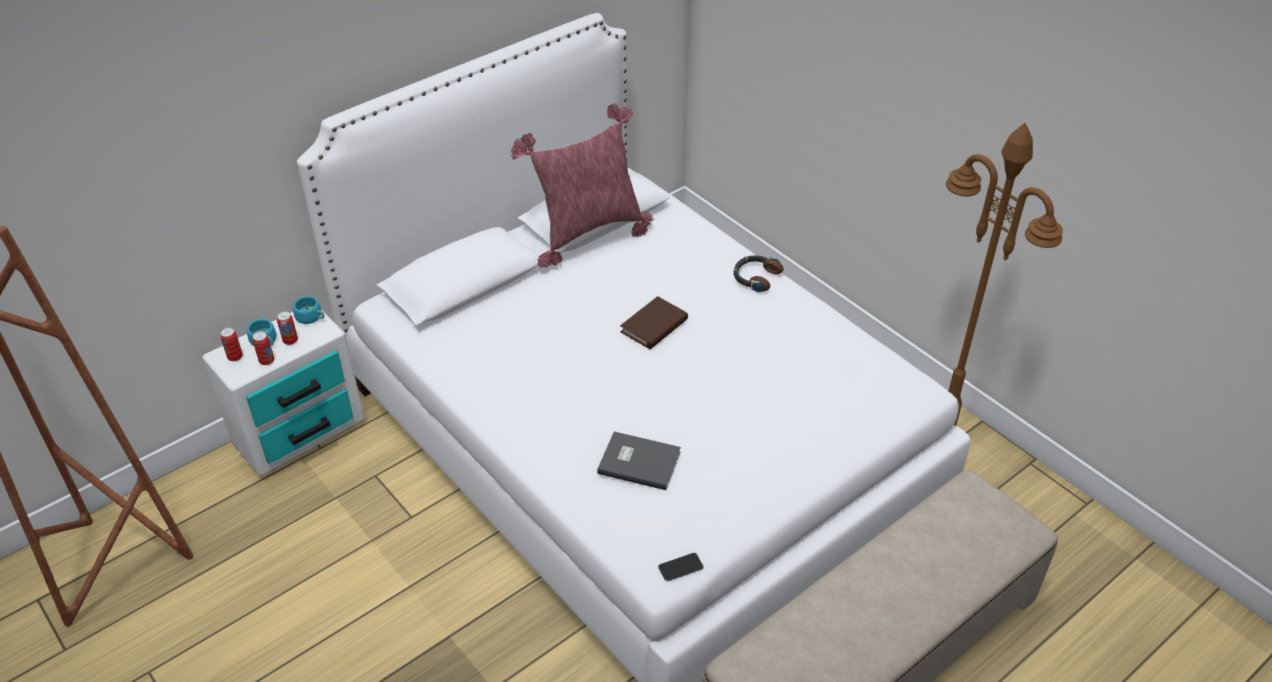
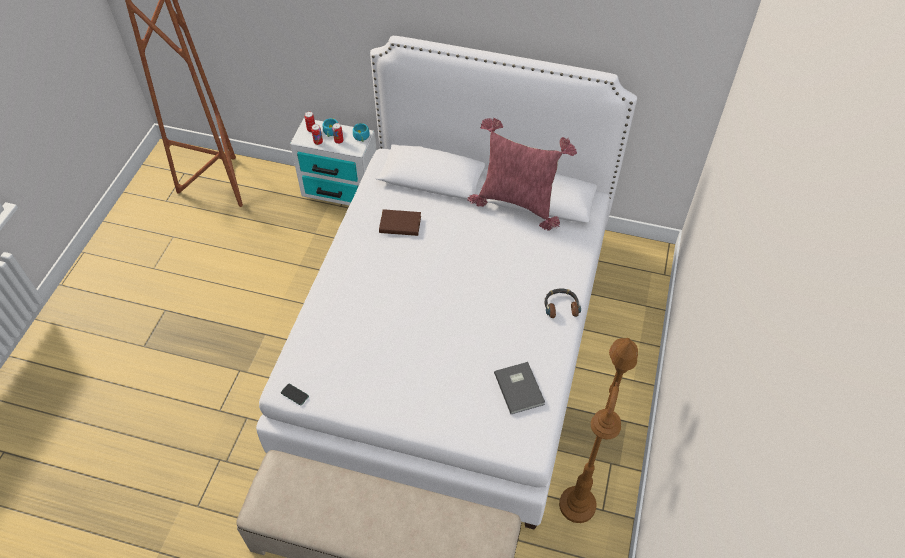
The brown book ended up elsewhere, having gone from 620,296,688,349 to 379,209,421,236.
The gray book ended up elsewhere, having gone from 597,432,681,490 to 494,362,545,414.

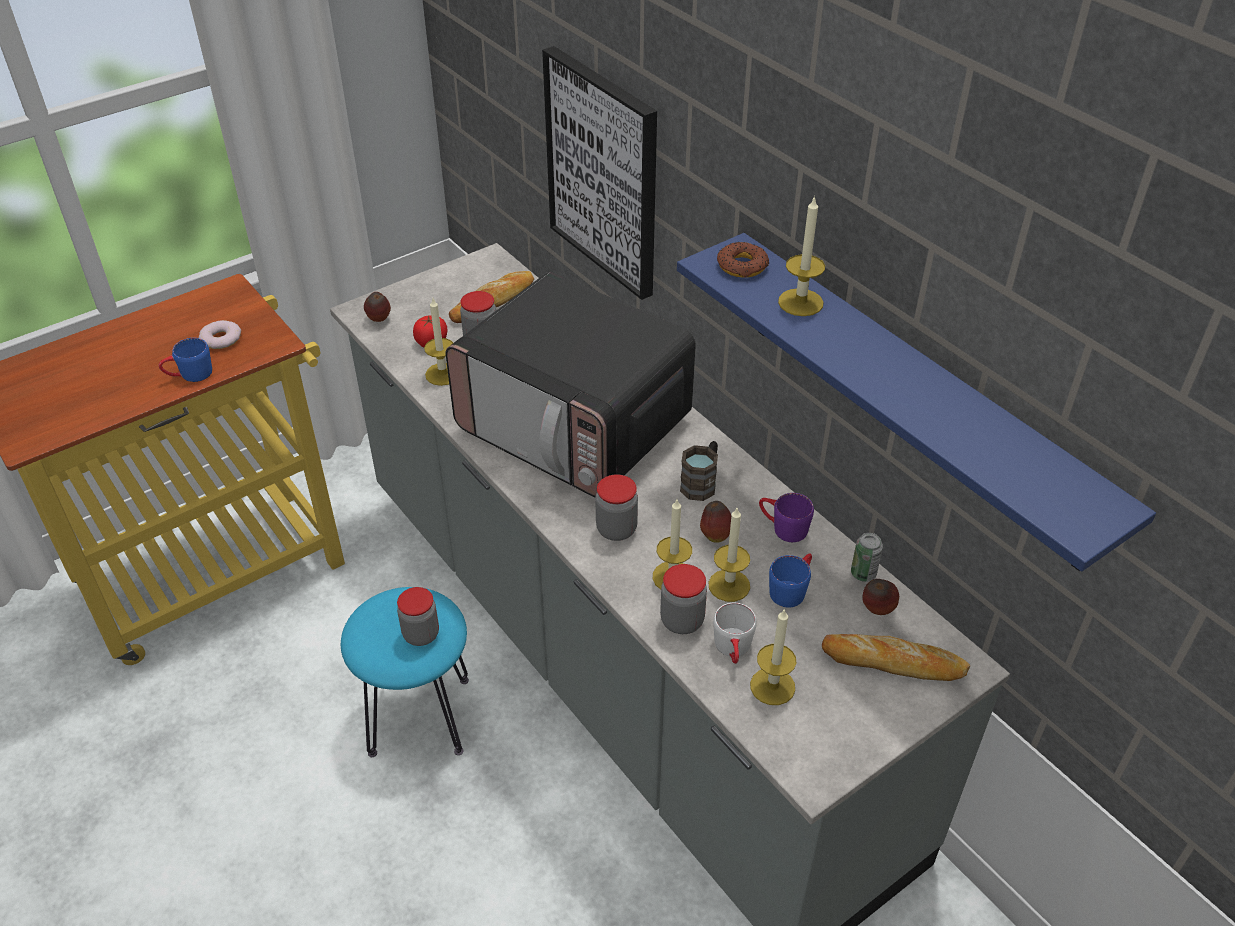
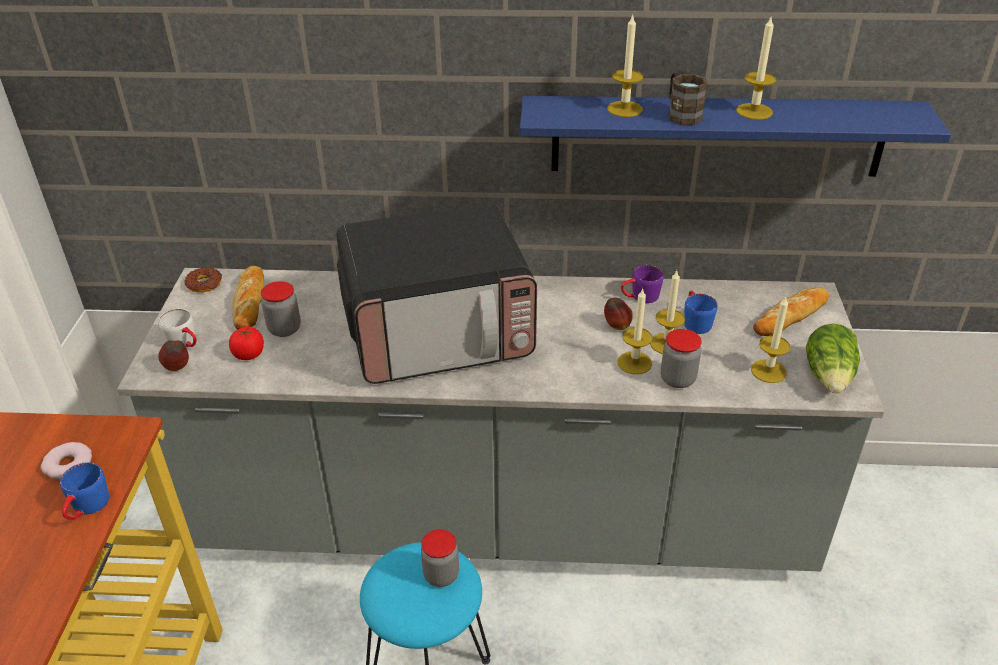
The second view lost the wall picture at 542,46,657,300.
The ring doughnut ended up elsewhere, having gone from 717,242,769,278 to 184,268,222,292.
The candle ended up elsewhere, having gone from 424,299,453,386 to 736,15,776,120.
The brown tea mug ended up elsewhere, having gone from 680,441,718,501 to 669,73,707,125.
The second view lost the storage jar at 595,474,638,541.
The second view lost the sealed can at 851,533,883,582.
The second view lost the apple fruit at 862,579,899,615.
The white tea mug ended up elsewhere, having gone from 713,603,757,664 to 159,309,197,348.
The second view gained the head of lettuce at 806,323,860,394.

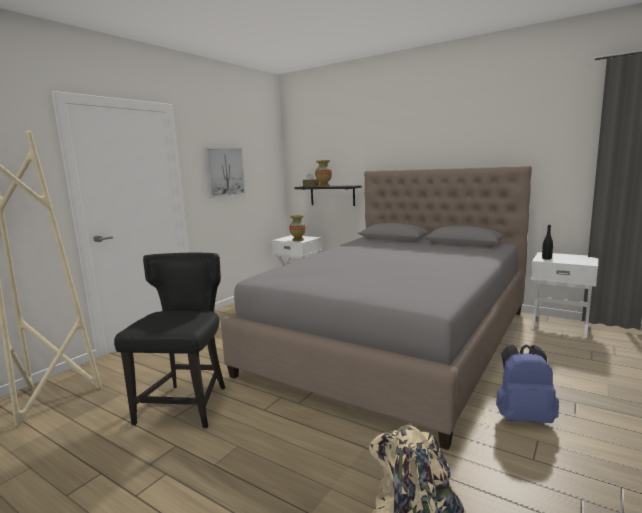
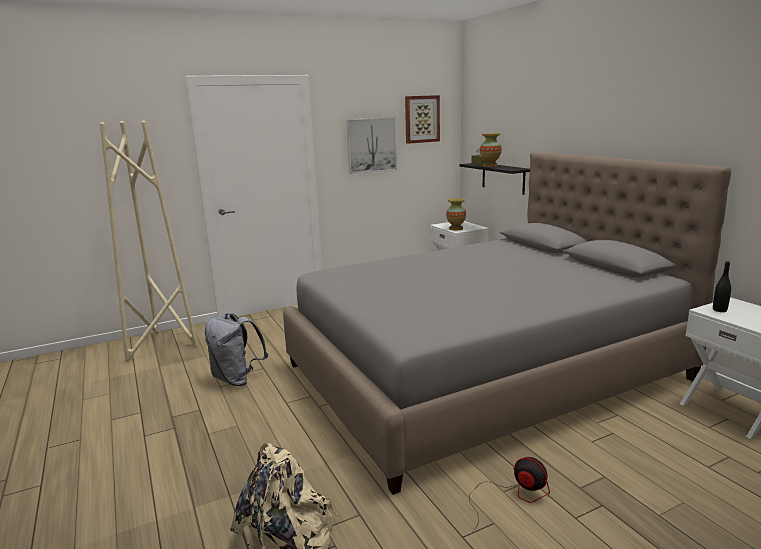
Where the black-coloured plain chair stood at 114,253,225,428, the gray rucksack came to stand at 205,313,268,386.
Where the blue-coloured rucksack stood at 496,345,559,423, the electric fan came to stand at 469,457,550,532.
The second view gained the wall picture at 405,95,440,144.

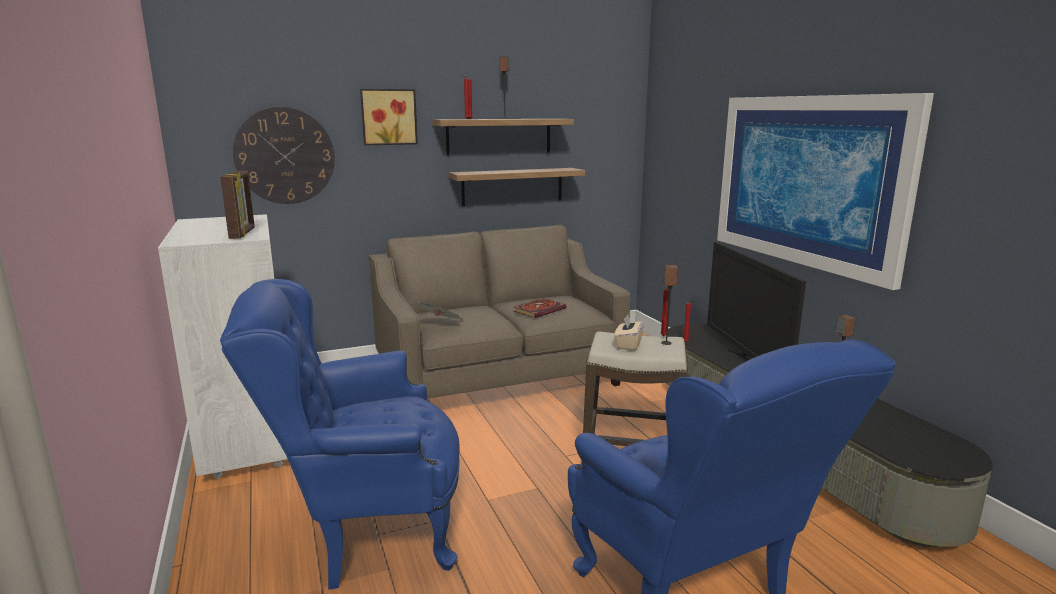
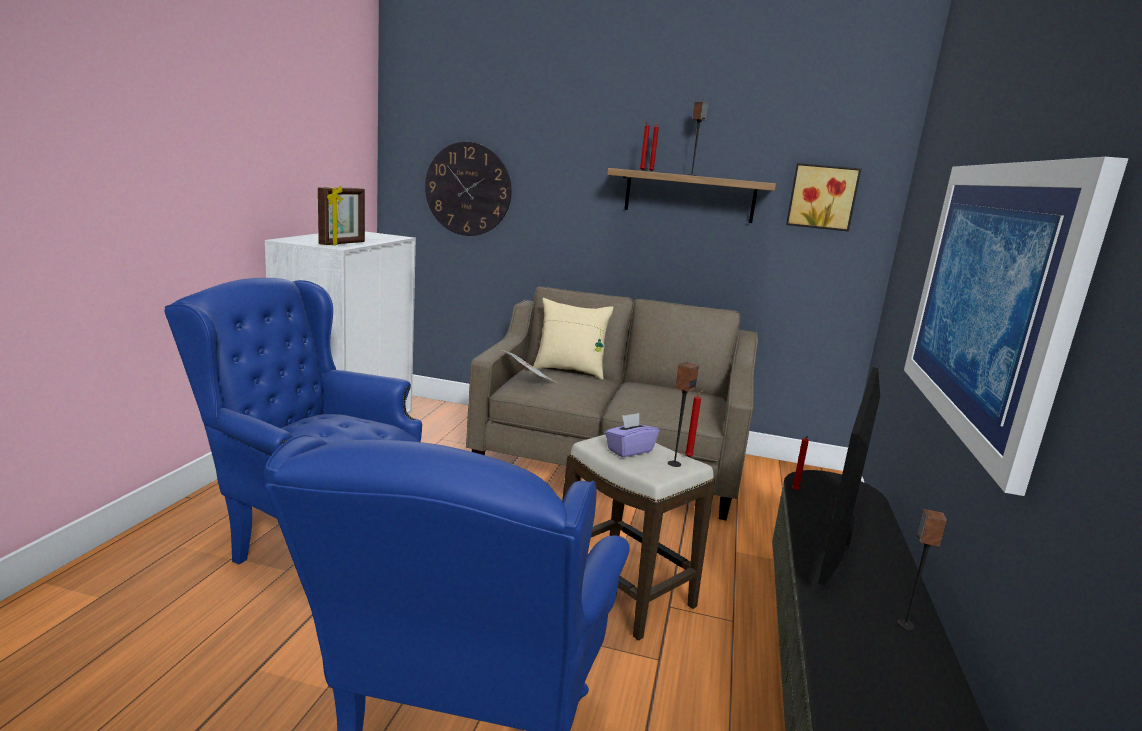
The wall picture ended up elsewhere, having gone from 360,89,418,145 to 786,163,861,232.
The second view lost the wall shelf at 449,168,585,206.
The second view lost the book at 513,298,567,318.
What was the beige-coloured tissue box at 614,315,644,351 turned into the purple tissue box at 605,413,659,458.
The second view gained the beige-coloured throw pillow at 533,298,614,380.

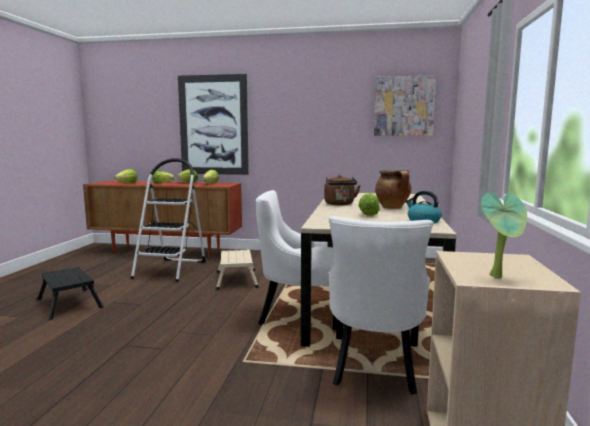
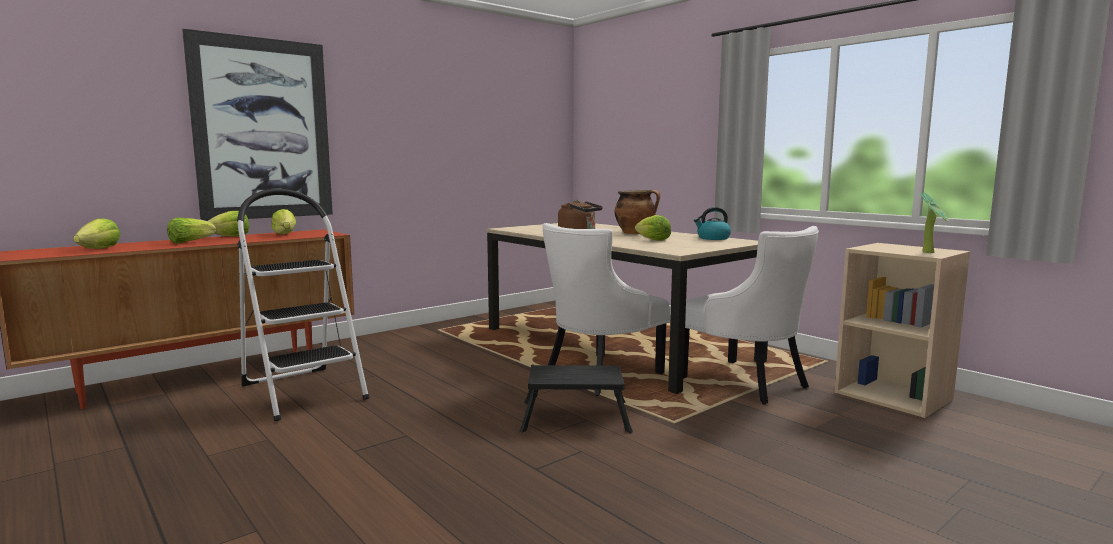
The second view lost the wall picture at 374,75,436,136.
The second view lost the beige-coloured stepladder at 215,250,259,291.
The black-coloured stepladder ended up elsewhere, having gone from 37,267,104,321 to 519,365,633,433.

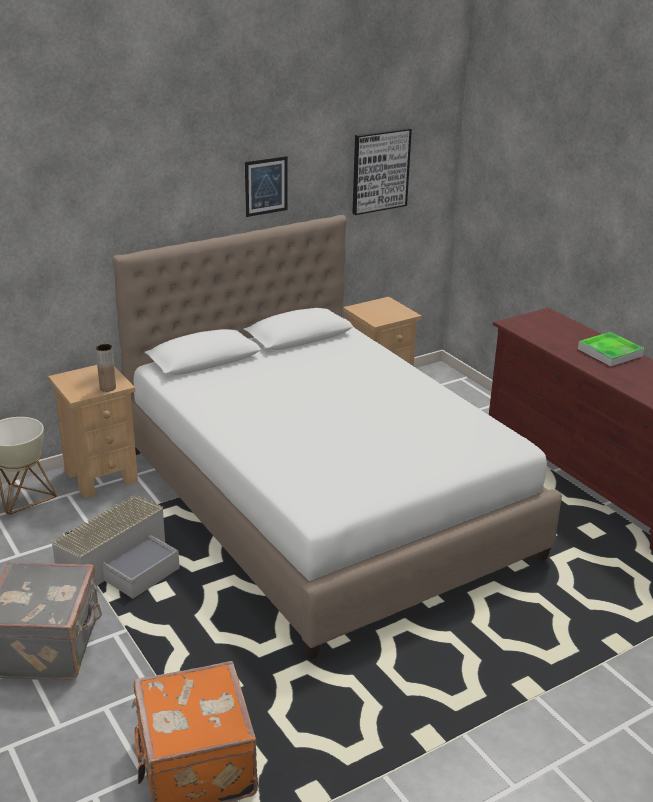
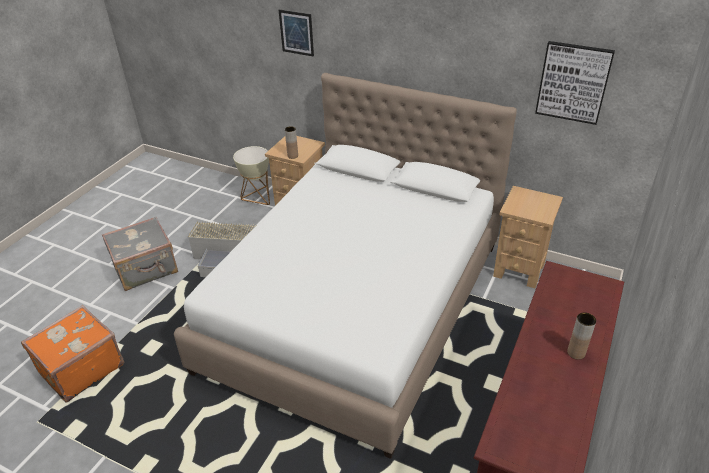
The wall picture ended up elsewhere, having gone from 245,156,288,217 to 279,10,314,57.
Where the serving tray stood at 578,332,644,366, the brown decorative vase came to stand at 567,312,596,360.

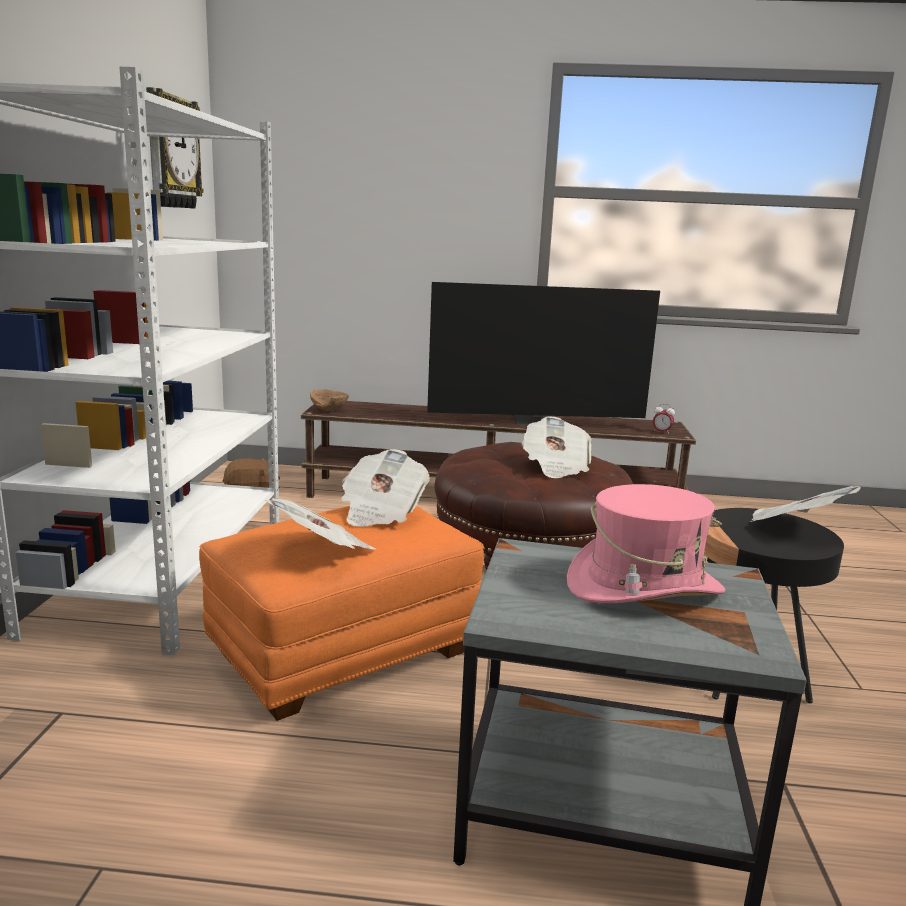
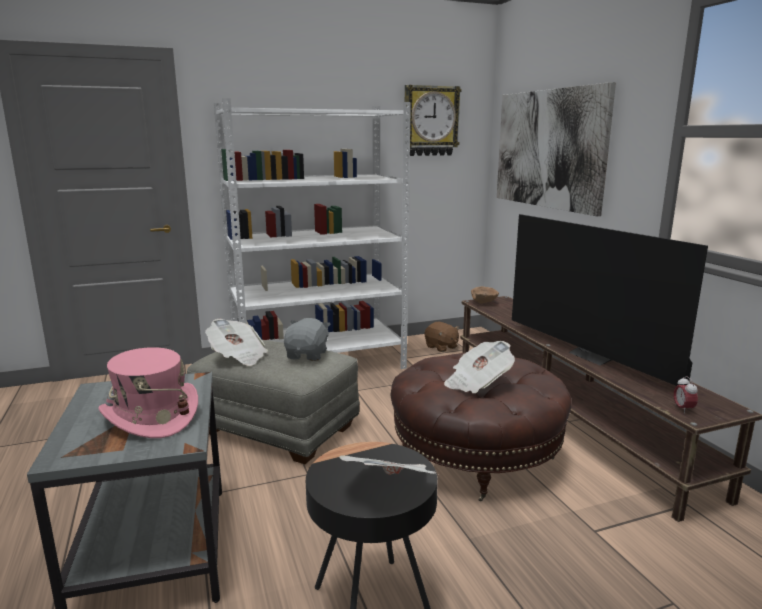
Where the daily paper stood at 341,449,430,527, the gray plush toy came to stand at 284,318,331,361.
What was the orangey footrest at 199,506,484,721 turned into the gray footrest at 187,340,360,464.
The second view gained the wall picture at 497,82,616,216.

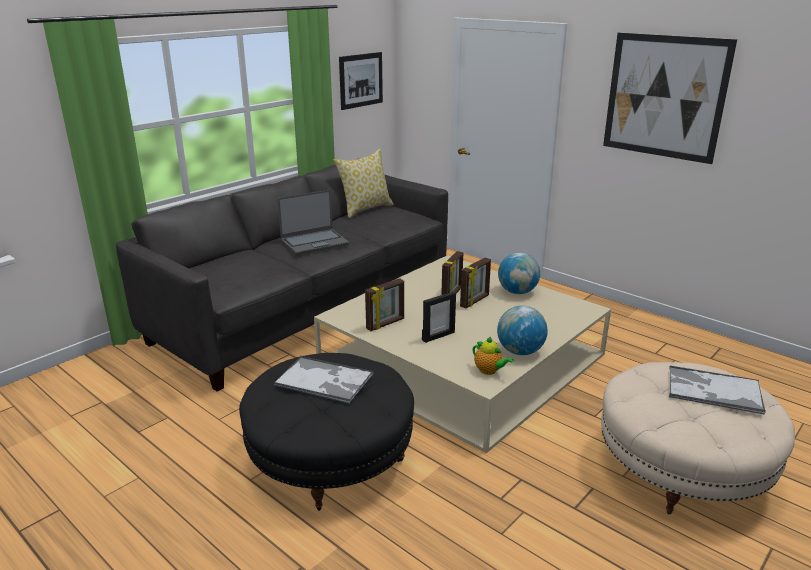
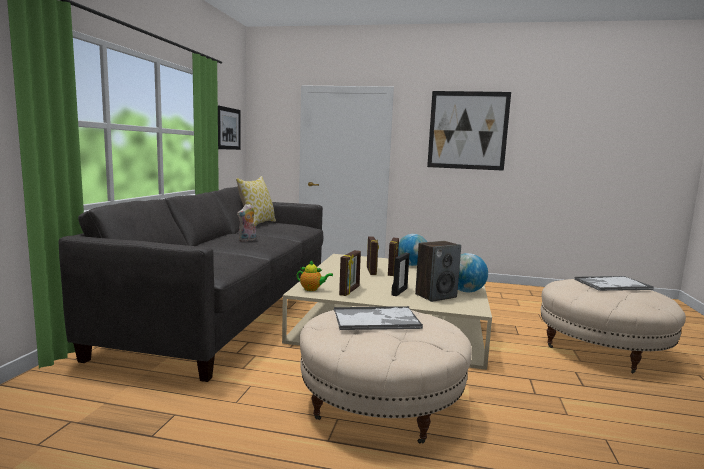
Where the portable computer stood at 277,190,349,255, the plush toy came to stand at 237,204,256,242.
The teapot ended up elsewhere, having gone from 473,337,514,375 to 297,260,333,291.
What was the black-coloured footrest at 239,353,414,511 turned into the beige-coloured footrest at 300,306,472,444.
The second view gained the audio speaker at 415,241,461,302.

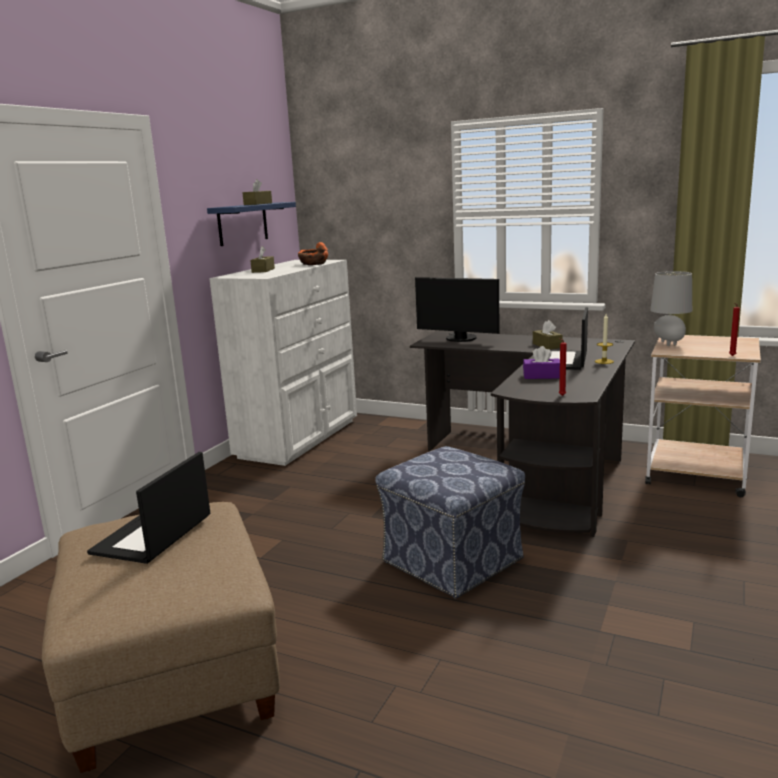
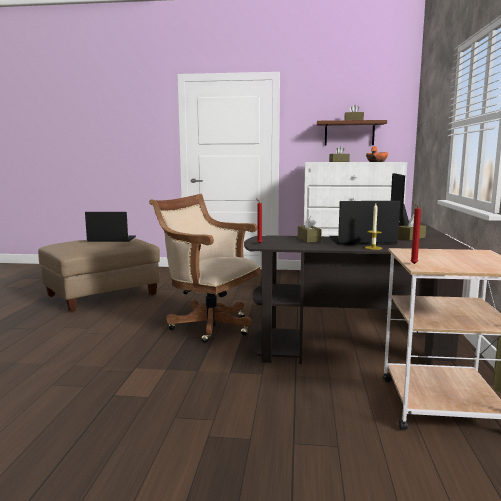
What was the blue-coloured wall shelf at 207,202,296,246 turned into the brown wall shelf at 317,120,387,145.
The second view lost the gray tabletop lamp at 650,271,692,346.
What was the purple tissue box at 523,346,560,379 turned into the brown tissue box at 298,216,321,243.
Where the footrest stood at 375,446,525,598, the office chair came to stand at 149,194,260,343.

